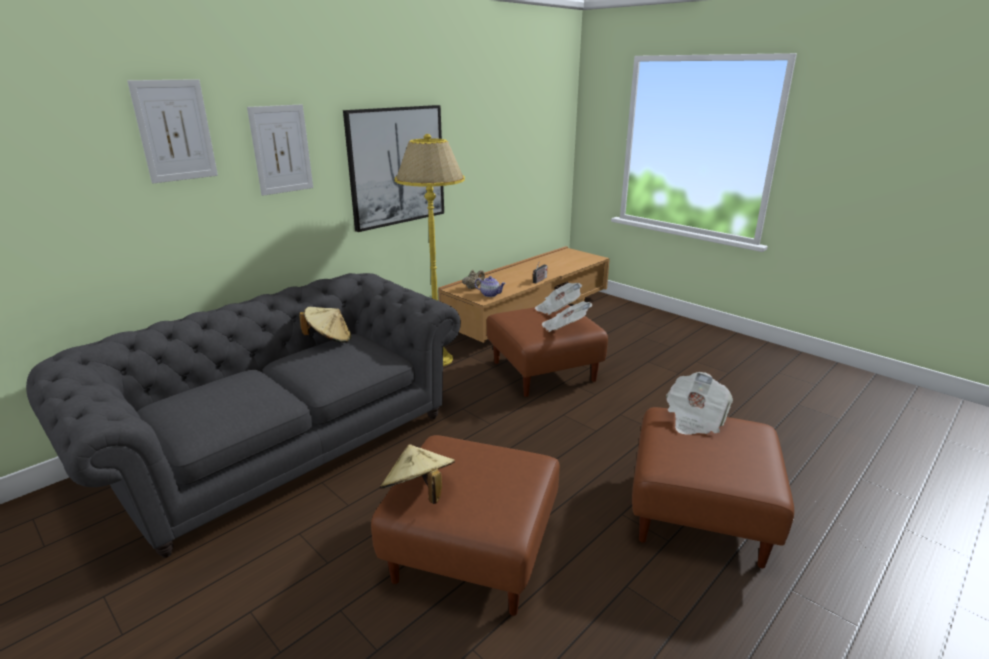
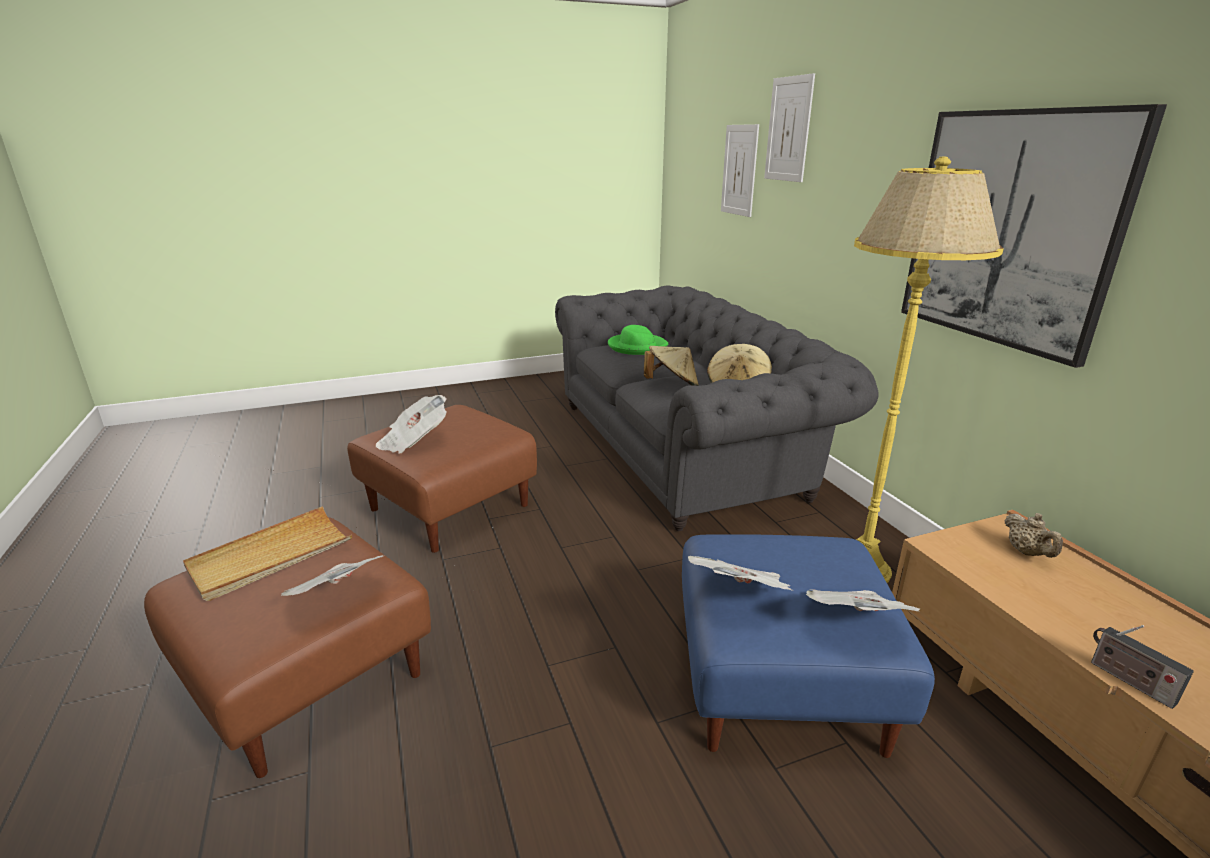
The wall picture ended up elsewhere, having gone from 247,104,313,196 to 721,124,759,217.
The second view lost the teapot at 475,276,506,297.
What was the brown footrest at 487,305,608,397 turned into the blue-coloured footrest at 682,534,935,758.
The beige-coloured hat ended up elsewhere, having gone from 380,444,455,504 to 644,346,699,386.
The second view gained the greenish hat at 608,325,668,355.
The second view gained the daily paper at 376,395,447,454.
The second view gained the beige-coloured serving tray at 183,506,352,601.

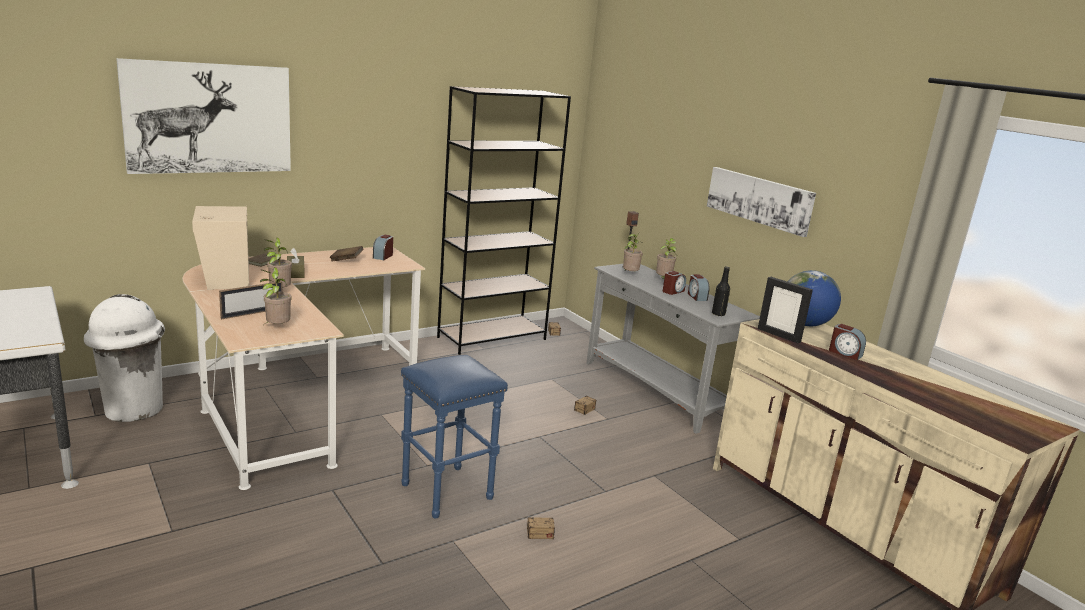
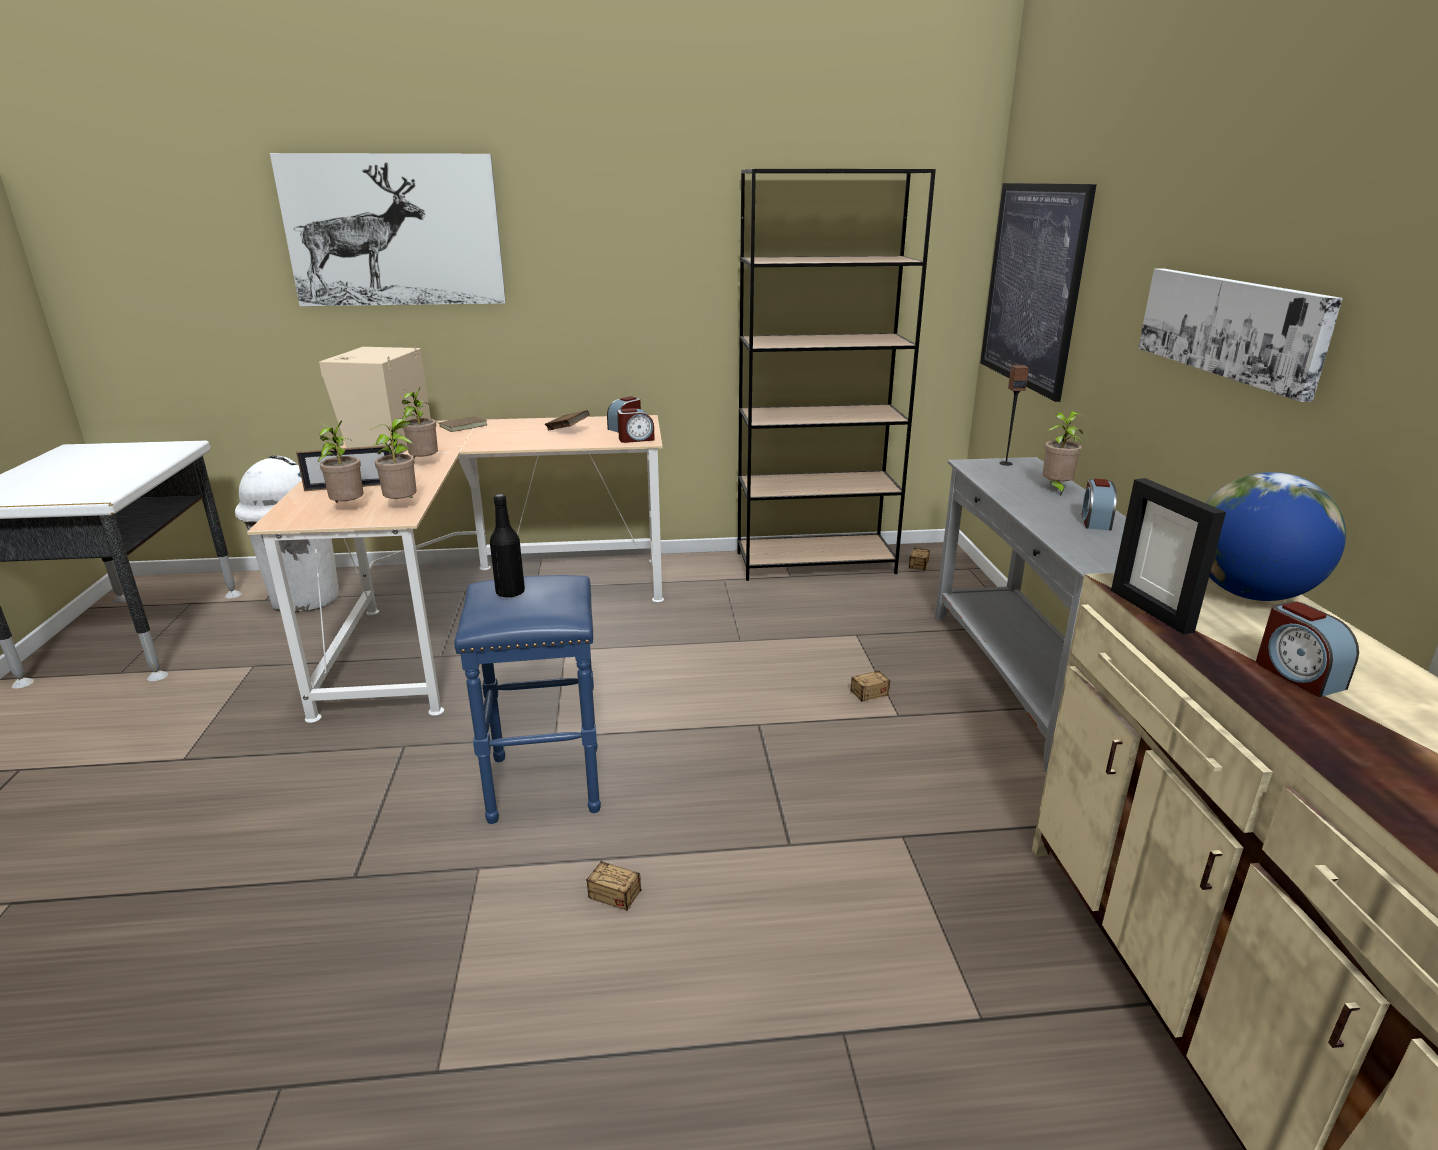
The houseplant ended up elsewhere, having gone from 623,232,643,271 to 370,418,417,499.
The second view lost the brown tissue box at 287,248,304,278.
The black-coloured drink bottle ended up elsewhere, having gone from 712,266,730,316 to 490,494,525,598.
The table clock ended up elsewhere, having gone from 663,271,686,295 to 618,408,655,443.
The second view gained the wall picture at 980,183,1097,402.

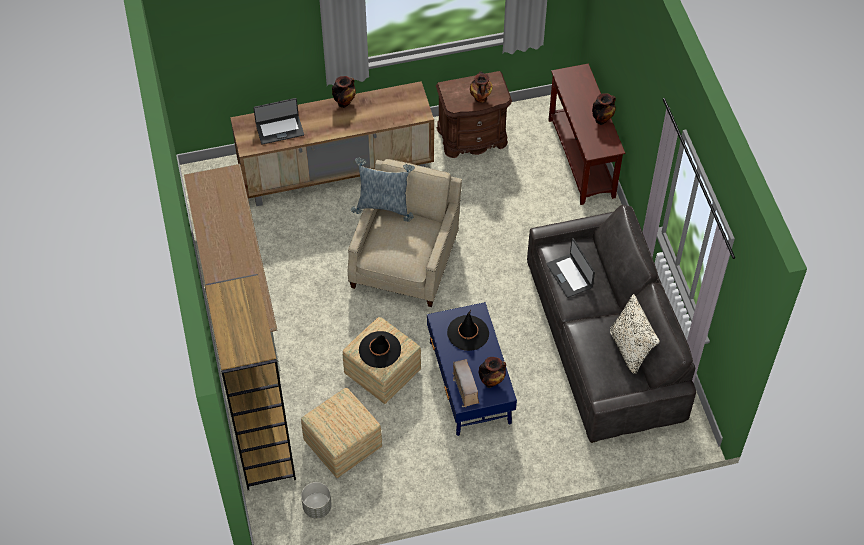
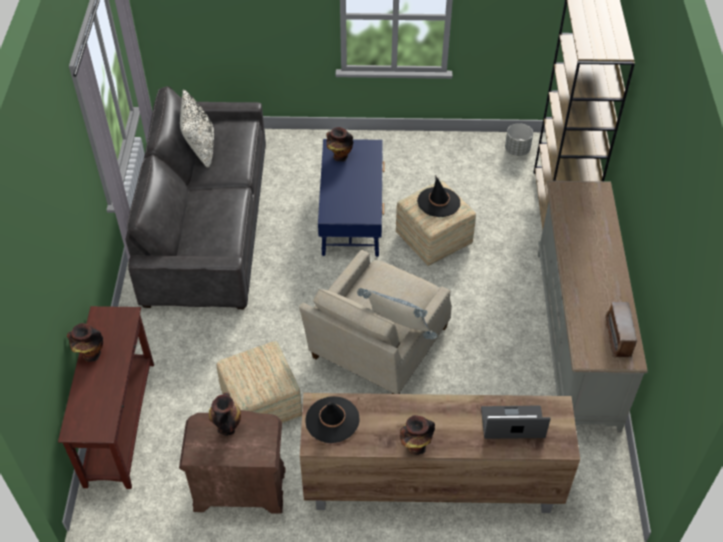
The second view lost the portable computer at 546,238,595,298.
The black-coloured hat ended up elsewhere, having gone from 447,310,489,351 to 306,396,360,443.
The radio set ended up elsewhere, having gone from 453,359,479,407 to 605,302,637,359.
The footrest ended up elsewhere, having gone from 301,388,382,478 to 217,341,302,423.

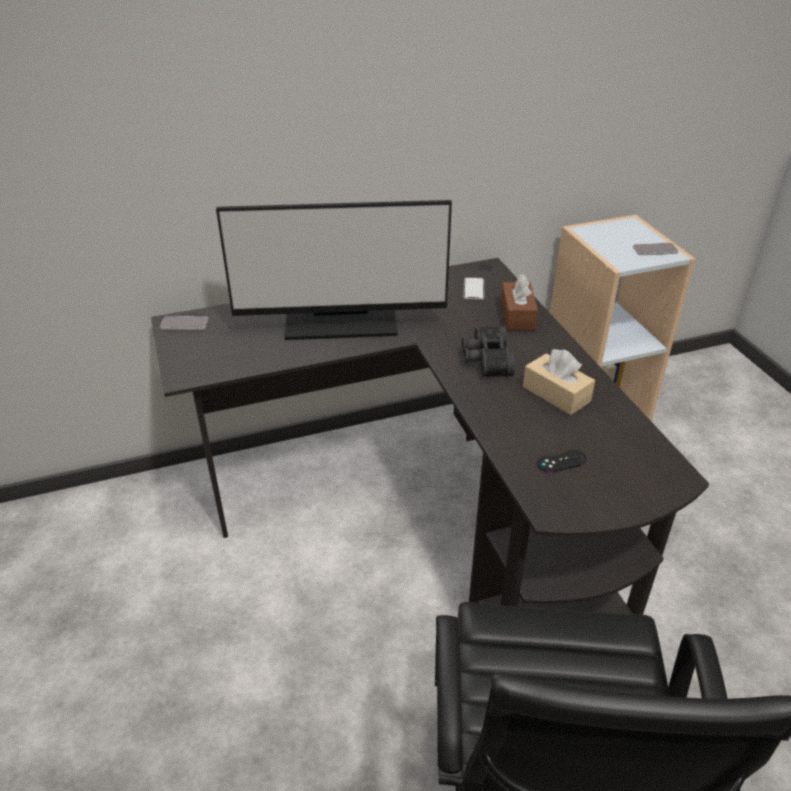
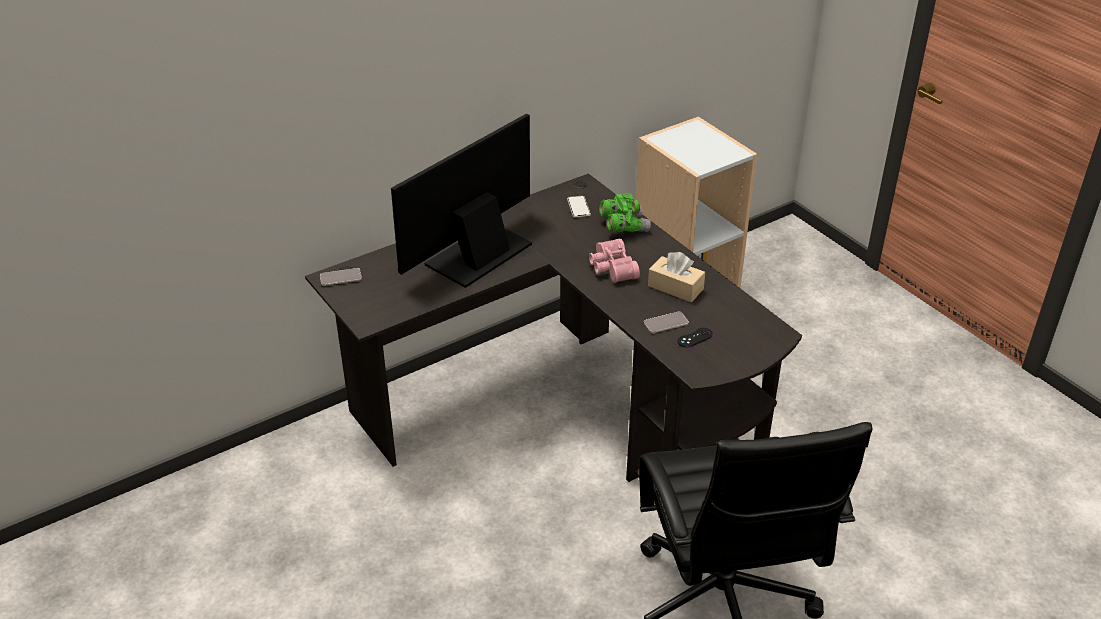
The computer display at 216,200,452,340 ended up facing another way, 150 degrees clockwise from before.
The telephone ended up elsewhere, having gone from 633,243,678,255 to 644,312,689,333.
Where the brown tissue box stood at 501,274,538,330, the greenish pair of binoculars came to stand at 599,193,651,232.
What was the black-coloured pair of binoculars at 462,327,515,377 turned into the pinkish pair of binoculars at 589,238,640,283.

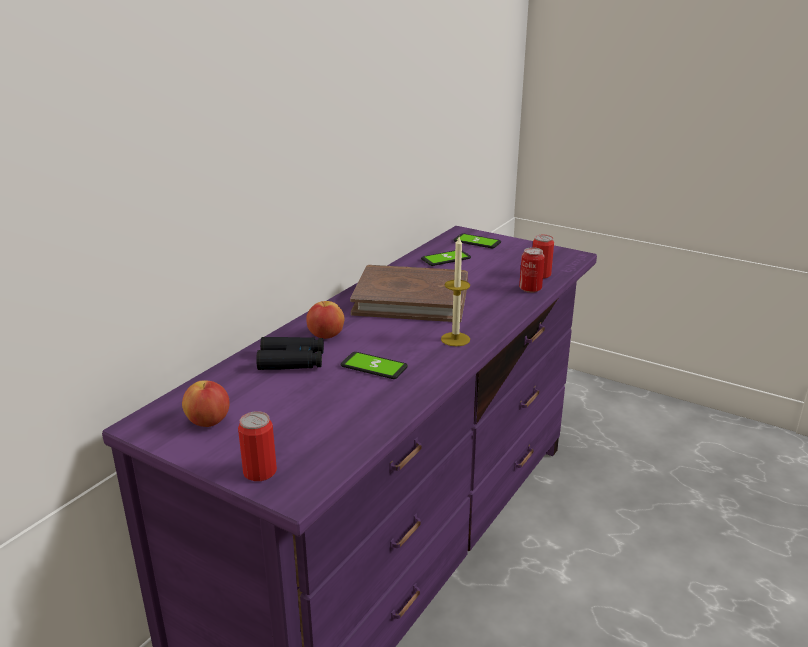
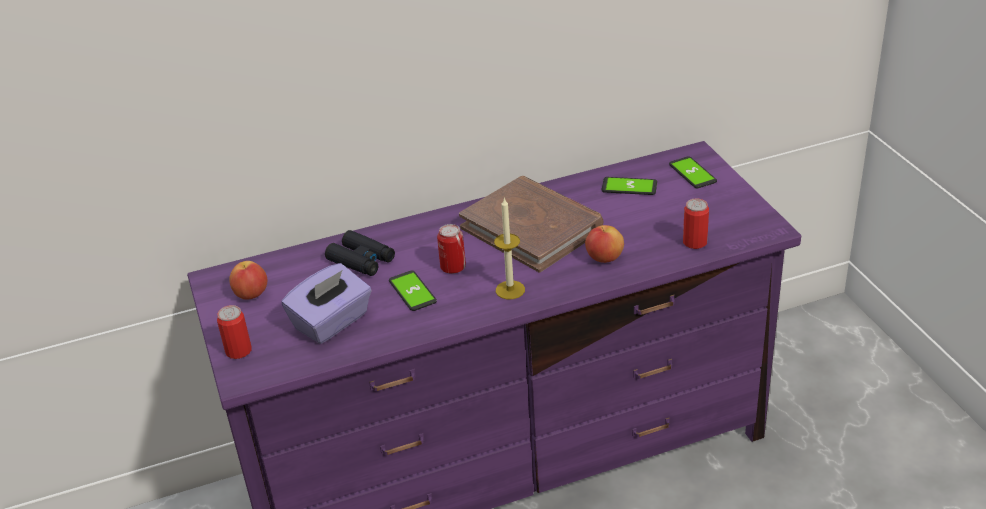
The sealed can ended up elsewhere, having gone from 519,247,545,293 to 437,224,466,274.
The apple fruit ended up elsewhere, having gone from 306,301,345,339 to 585,225,624,263.
The second view gained the purple tissue box at 281,263,372,344.

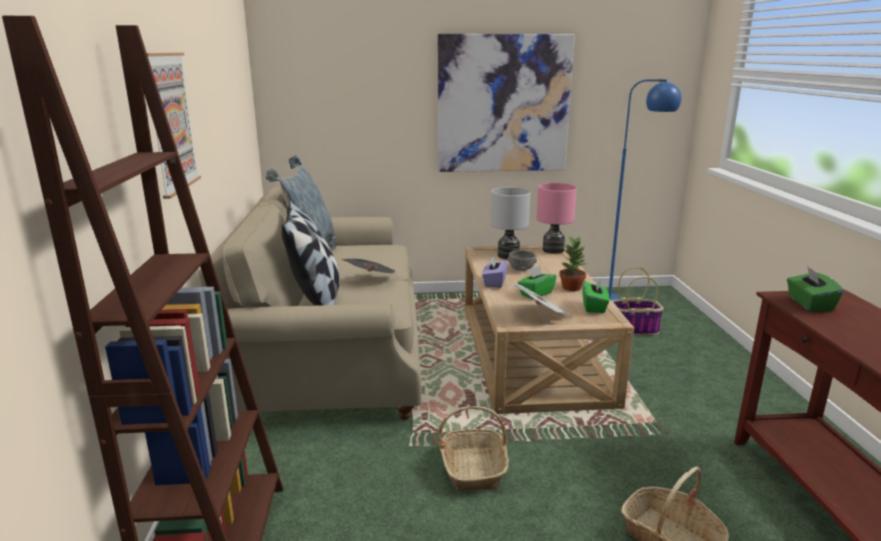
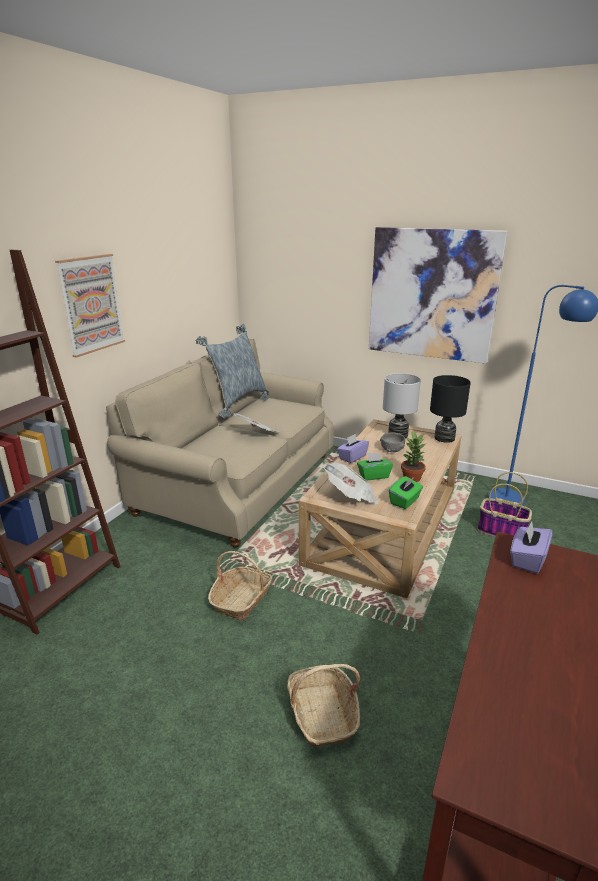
What was the pinkish tabletop lamp at 536,183,577,253 turned into the black-coloured tabletop lamp at 430,375,471,443.
The second view lost the throw pillow at 282,201,340,306.
What was the greenish tissue box at 787,266,844,311 turned into the purple tissue box at 510,521,552,574.

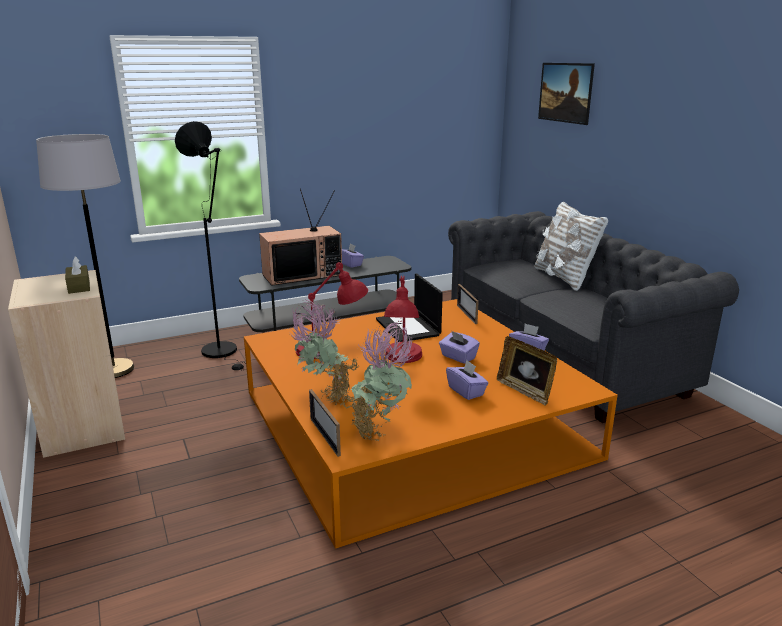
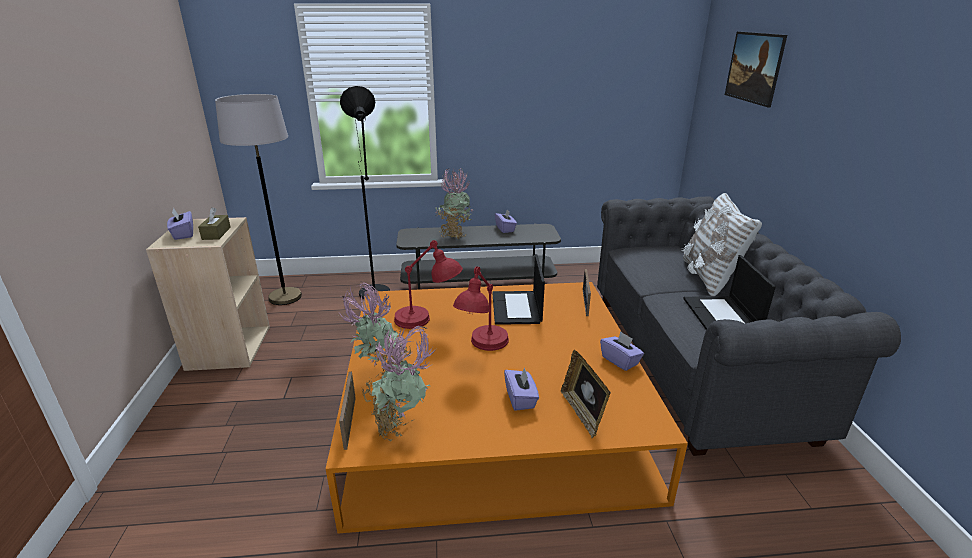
Where the TV set stood at 259,188,342,286, the houseplant came to stand at 435,169,474,239.
The purple tissue box ended up elsewhere, having gone from 439,331,480,364 to 167,208,193,240.
The second view gained the portable computer at 683,255,776,329.

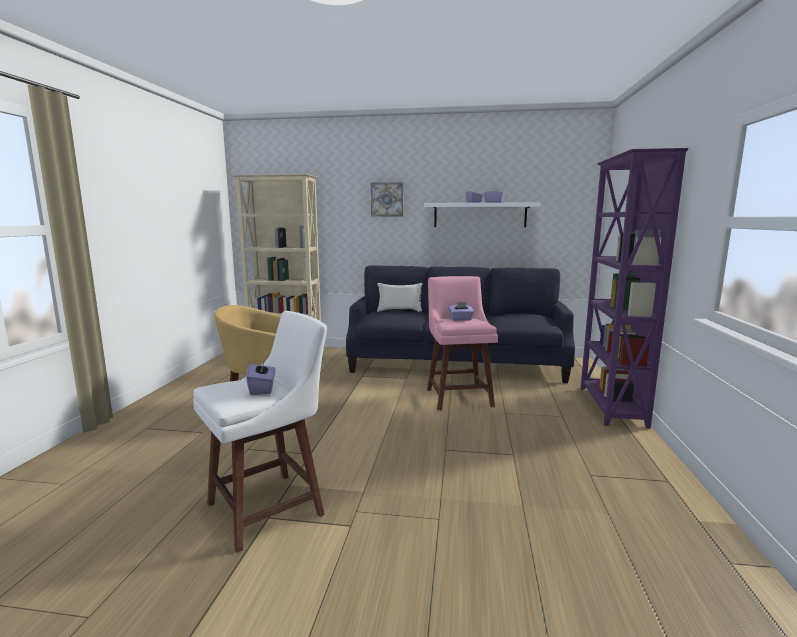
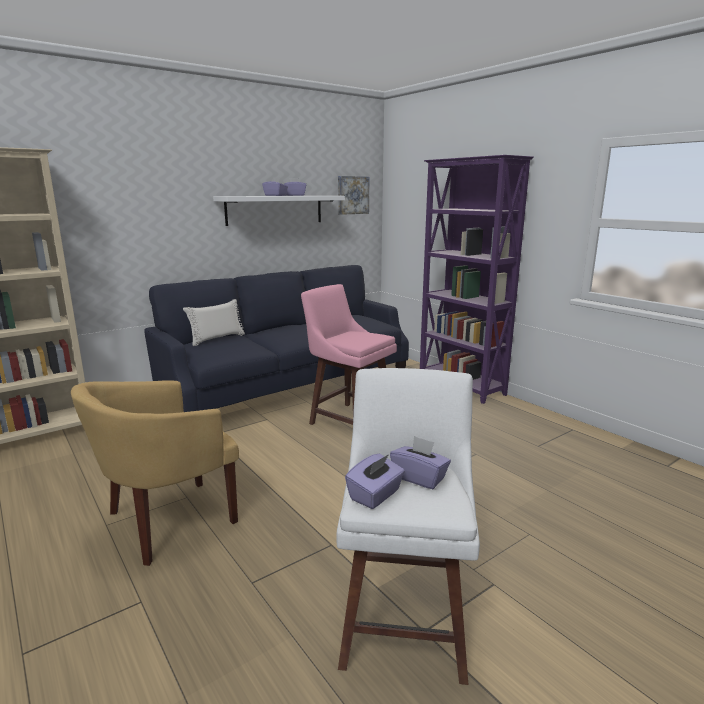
The wall picture ended up elsewhere, having gone from 371,182,404,216 to 338,176,369,215.
The purple tissue box ended up elsewhere, having gone from 448,302,474,321 to 345,454,405,509.

